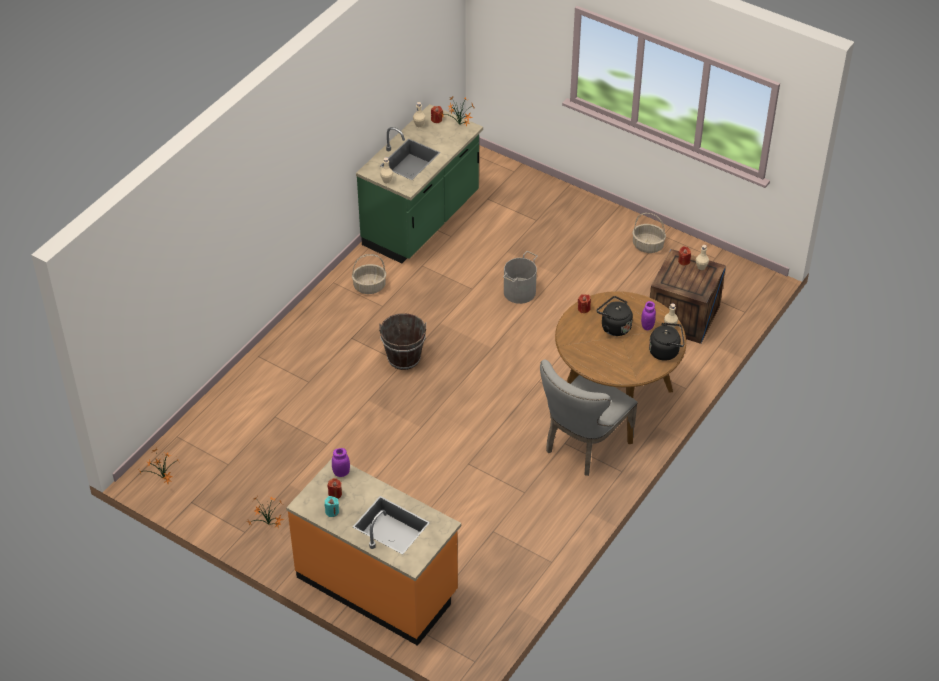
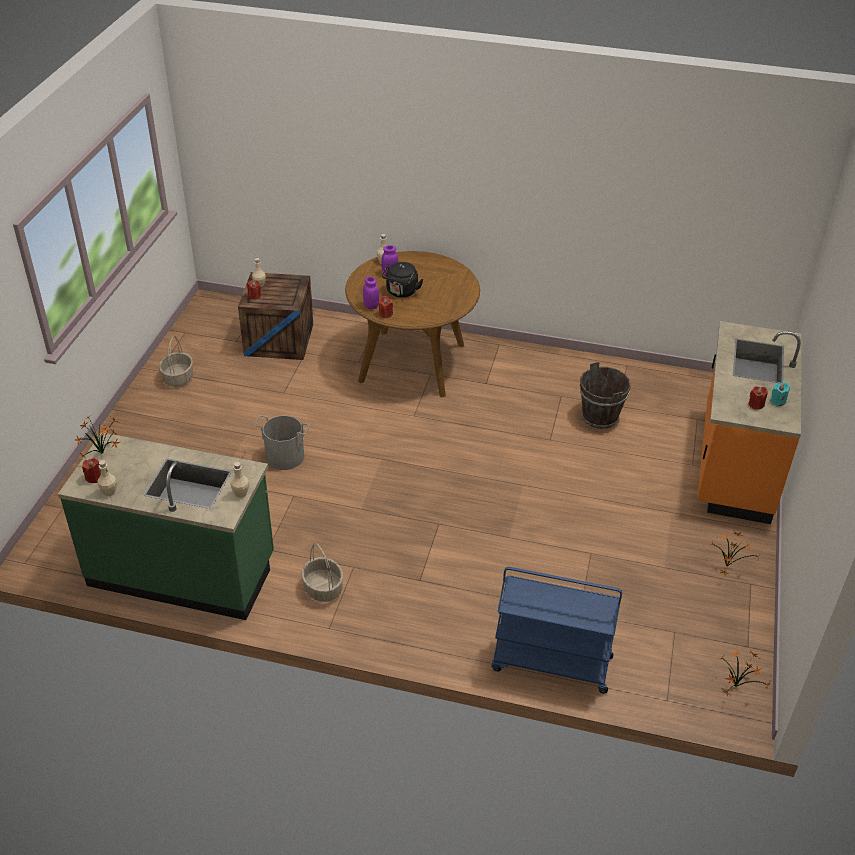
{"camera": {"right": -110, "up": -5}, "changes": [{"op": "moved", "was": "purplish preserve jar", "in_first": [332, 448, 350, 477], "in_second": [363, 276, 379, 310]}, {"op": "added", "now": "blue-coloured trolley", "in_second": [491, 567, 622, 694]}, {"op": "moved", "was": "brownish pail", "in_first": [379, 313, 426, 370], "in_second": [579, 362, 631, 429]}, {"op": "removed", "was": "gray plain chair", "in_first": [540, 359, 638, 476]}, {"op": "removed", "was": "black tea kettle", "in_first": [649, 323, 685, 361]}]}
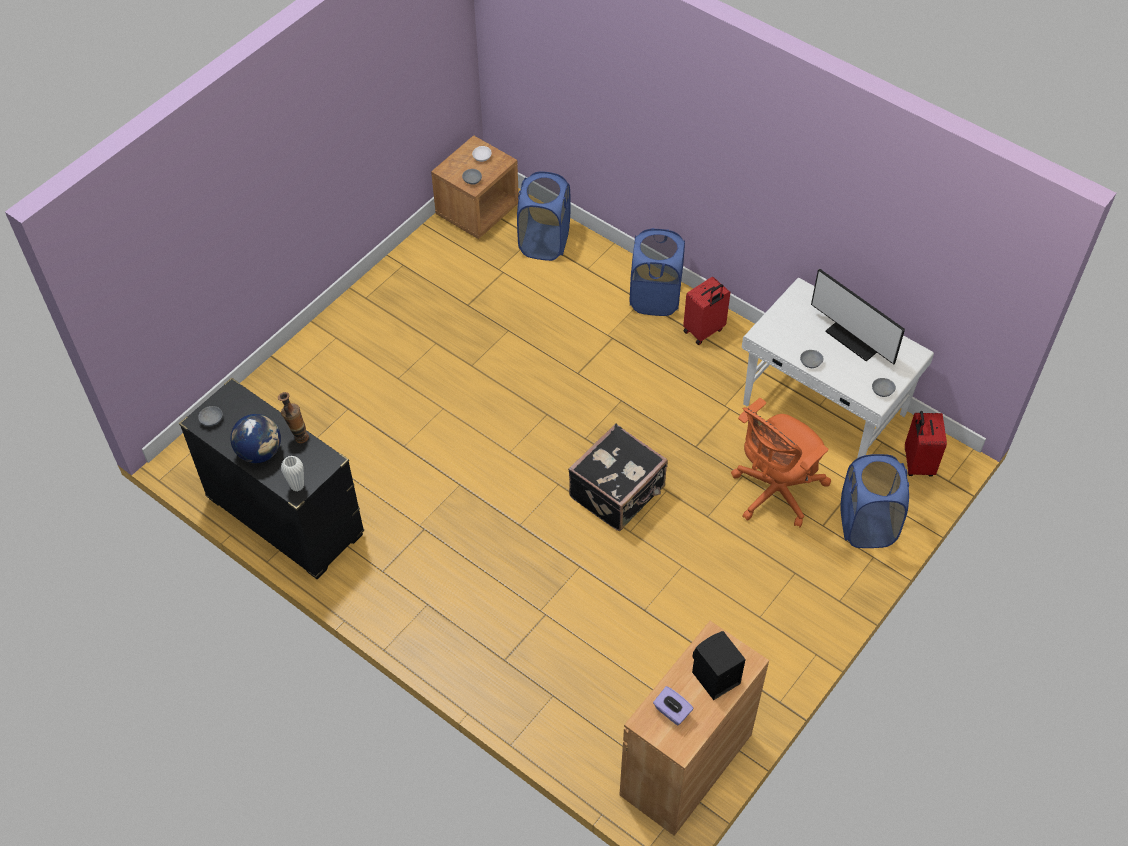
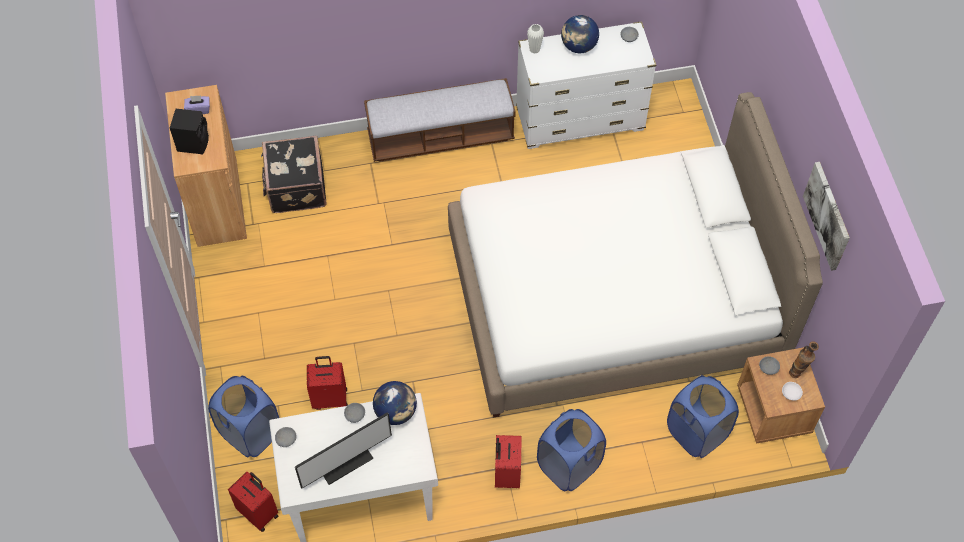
{"camera": {"right": 130, "up": 5}, "changes": [{"op": "moved", "was": "black suitcase", "in_first": [568, 423, 668, 531], "in_second": [261, 135, 326, 213]}, {"op": "turned", "was": "computer screen", "in_first": [811, 268, 905, 365], "in_second": [295, 412, 392, 488], "clockwise": 150}, {"op": "replaced", "was": "orange desk chair", "now": "reddish suitcase", "in_first": [731, 398, 831, 527], "in_second": [307, 356, 348, 410]}, {"op": "added", "now": "long seat", "in_second": [364, 78, 516, 162]}, {"op": "added", "now": "world globe", "in_second": [373, 381, 417, 425]}, {"op": "added", "now": "white-coloured bedroom bed", "in_second": [448, 92, 823, 418]}, {"op": "recoloured", "was": "black drawer chest", "now": "white-coloured drawer chest", "in_first": [179, 378, 364, 580], "in_second": [516, 21, 656, 149]}, {"op": "moved", "was": "flower vase", "in_first": [278, 392, 309, 443], "in_second": [789, 342, 819, 378]}, {"op": "added", "now": "wall picture", "in_second": [803, 162, 850, 271]}]}
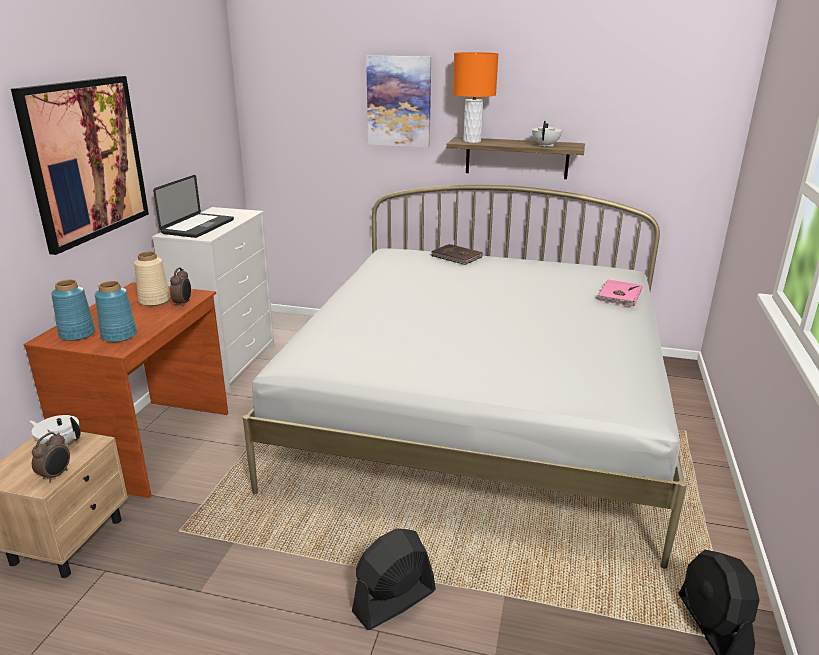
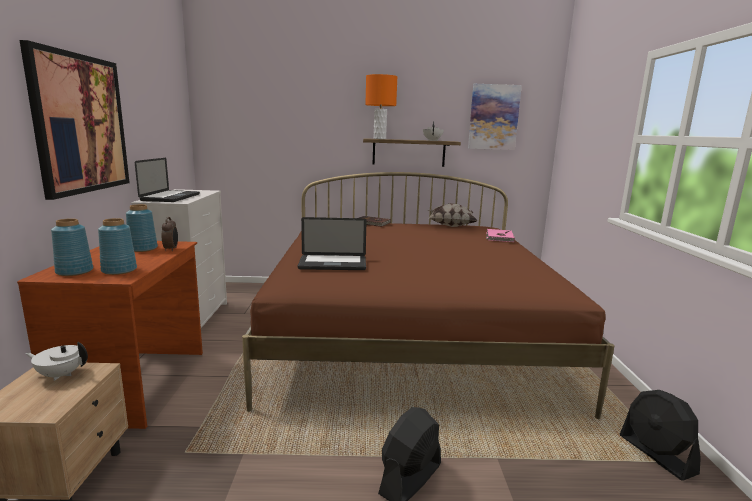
{"camera": {"right": -15, "up": -10}, "changes": [{"op": "recoloured", "was": "beige flower vase", "now": "blue-coloured flower vase", "in_first": [134, 251, 170, 306], "in_second": [126, 204, 158, 252]}, {"op": "recoloured", "was": "white-coloured bedroom bed", "now": "brownish bedroom bed", "in_first": [243, 185, 687, 569], "in_second": [242, 172, 615, 419]}, {"op": "added", "now": "laptop", "in_second": [298, 217, 367, 270]}, {"op": "added", "now": "cushion", "in_second": [427, 203, 478, 227]}, {"op": "moved", "was": "wall picture", "in_first": [366, 55, 431, 148], "in_second": [468, 84, 522, 150]}, {"op": "removed", "was": "table clock", "in_first": [32, 432, 70, 483]}]}
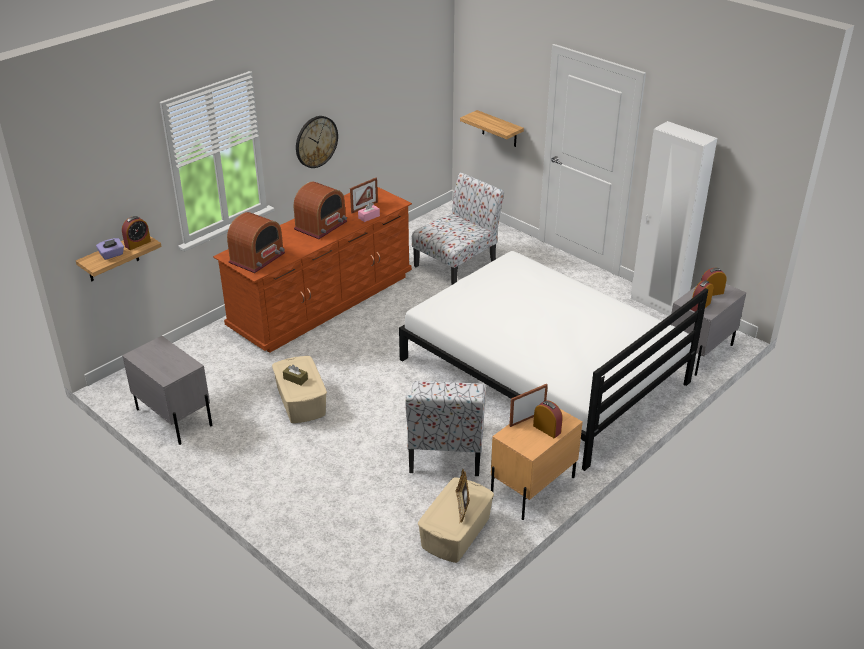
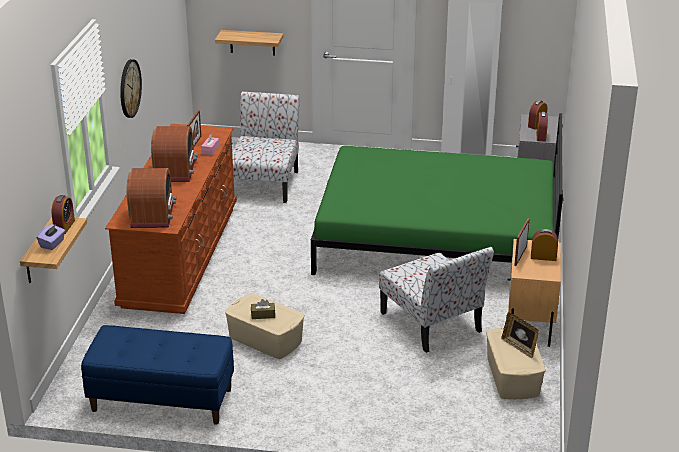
{"camera": {"right": -35, "up": -5}, "changes": [{"op": "replaced", "was": "gray night table", "now": "blue-coloured long seat", "in_first": [122, 336, 213, 445], "in_second": [81, 325, 234, 425]}, {"op": "recoloured", "was": "white-coloured bedroom bed", "now": "greenish bedroom bed", "in_first": [399, 251, 708, 471], "in_second": [311, 113, 564, 275]}]}
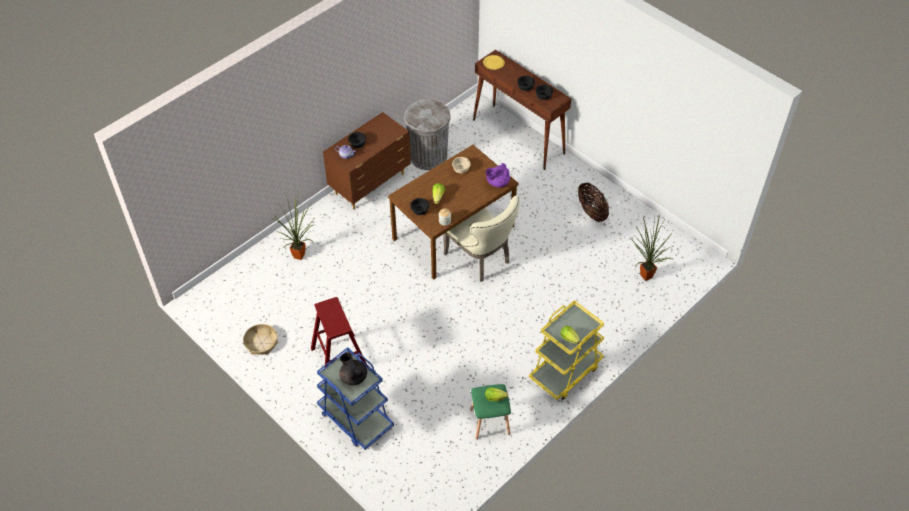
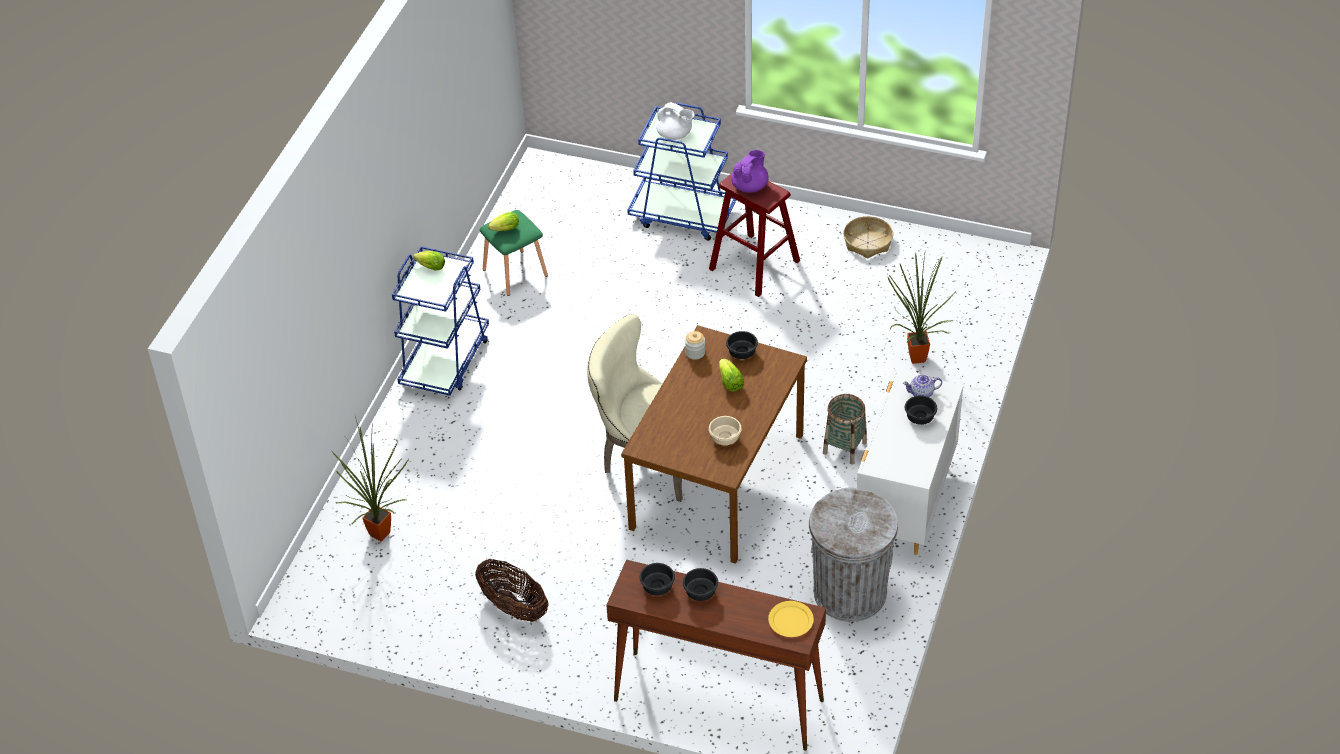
{"camera": {"right": 155, "up": -5}, "changes": [{"op": "recoloured", "was": "yellow trolley", "now": "blue-coloured trolley", "in_first": [529, 300, 604, 400], "in_second": [392, 246, 489, 396]}, {"op": "recoloured", "was": "black pot for tea", "now": "white-coloured pot for tea", "in_first": [339, 352, 367, 386], "in_second": [656, 102, 694, 140]}, {"op": "moved", "was": "purplish pot for tea", "in_first": [486, 163, 510, 187], "in_second": [731, 150, 769, 193]}, {"op": "added", "now": "household basket", "in_second": [823, 394, 867, 465]}, {"op": "recoloured", "was": "brownish drawer chest", "now": "white-coloured drawer chest", "in_first": [323, 112, 411, 209], "in_second": [857, 370, 963, 555]}]}
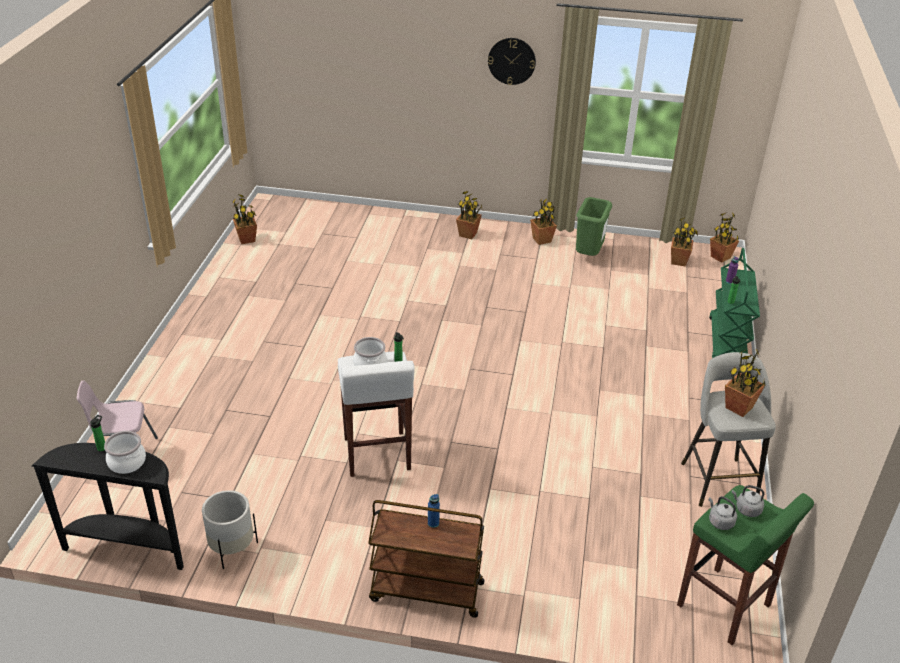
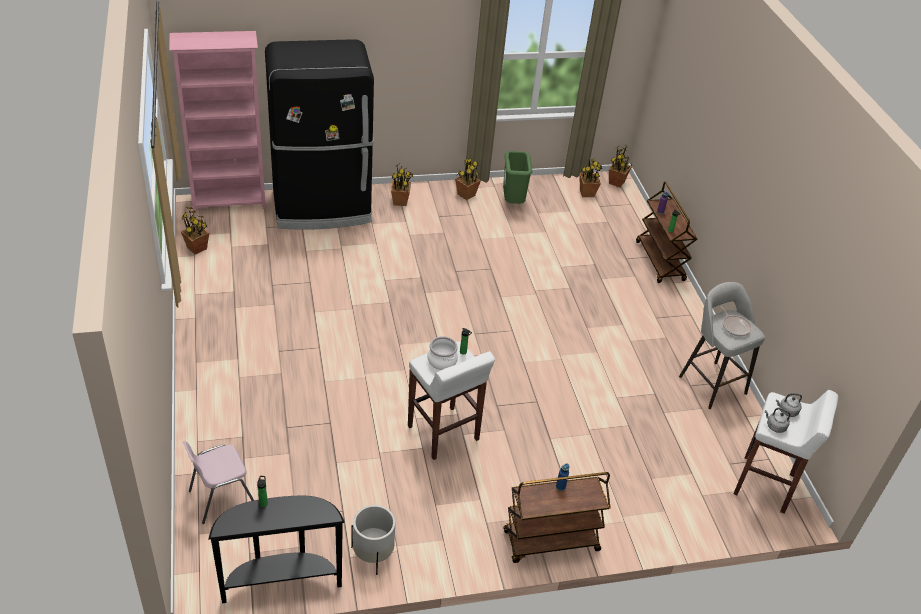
{"camera": {"right": -25, "up": 5}, "changes": [{"op": "added", "now": "pinkish bookshelf", "in_second": [169, 31, 266, 213]}, {"op": "added", "now": "black refrigerator", "in_second": [265, 39, 374, 229]}, {"op": "recoloured", "was": "greenish trolley", "now": "brownish trolley", "in_first": [709, 248, 760, 358], "in_second": [636, 182, 698, 283]}, {"op": "replaced", "was": "potted plant", "now": "pan", "in_first": [725, 350, 765, 417], "in_second": [720, 306, 752, 336]}, {"op": "recoloured", "was": "greenish stool", "now": "white-coloured stool", "in_first": [677, 485, 814, 645], "in_second": [734, 390, 838, 514]}, {"op": "removed", "was": "cooking pot", "in_first": [104, 431, 146, 474]}, {"op": "removed", "was": "hanging clock", "in_first": [488, 38, 536, 85]}]}
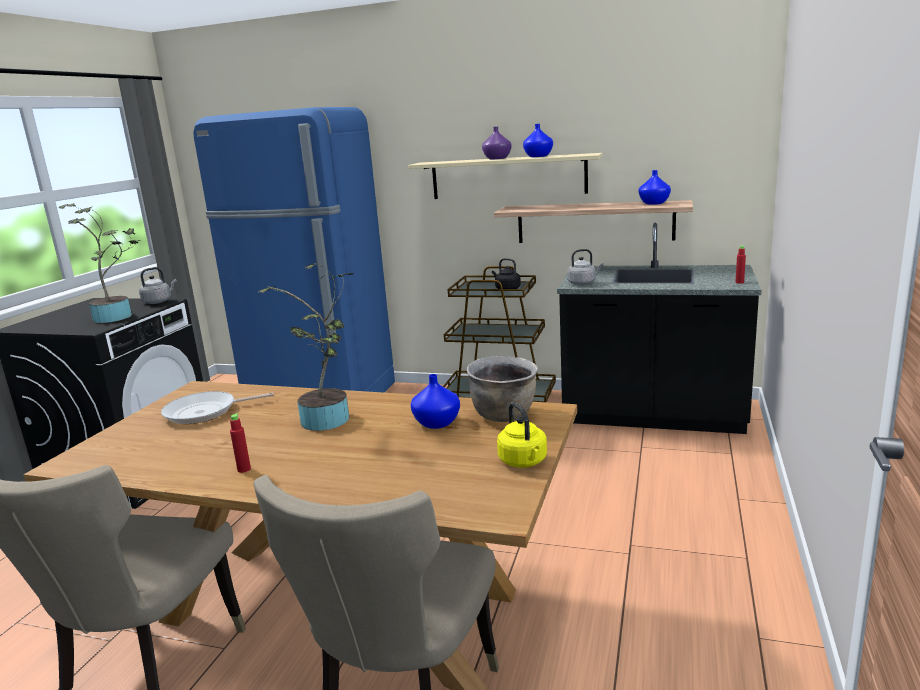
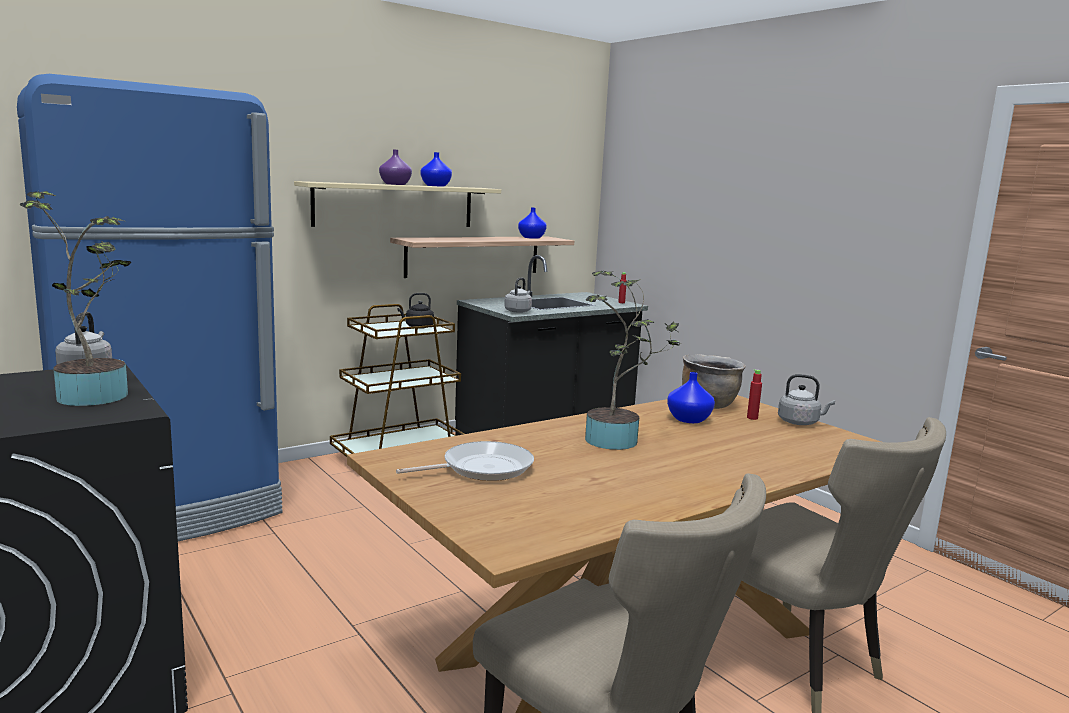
{"camera": {"right": -55, "up": -5}, "changes": [{"op": "turned", "was": "pan", "in_first": [161, 391, 274, 424], "in_second": [396, 441, 534, 481], "clockwise": -135}, {"op": "moved", "was": "reddish drink bottle", "in_first": [230, 413, 251, 473], "in_second": [747, 369, 762, 420]}, {"op": "recoloured", "was": "yellow tea kettle", "now": "gray tea kettle", "in_first": [497, 402, 547, 468], "in_second": [778, 374, 835, 425]}]}
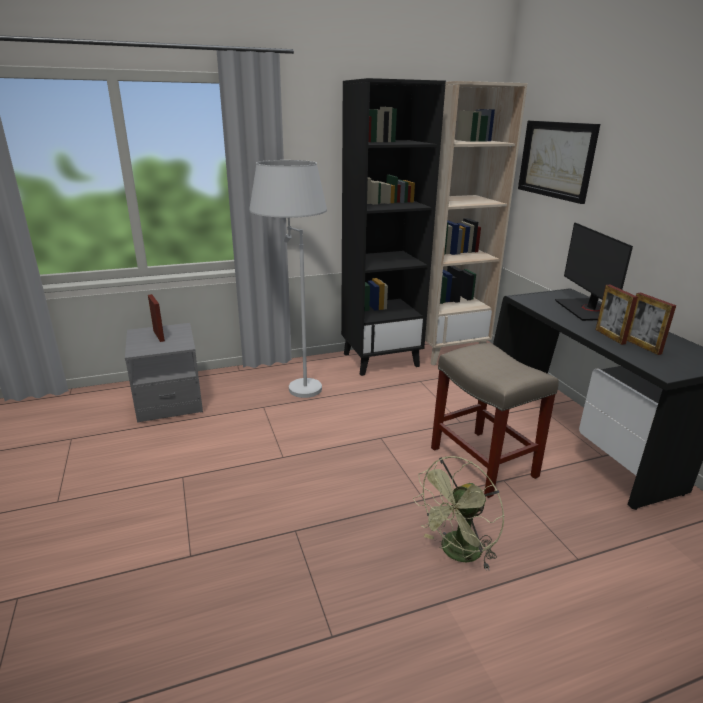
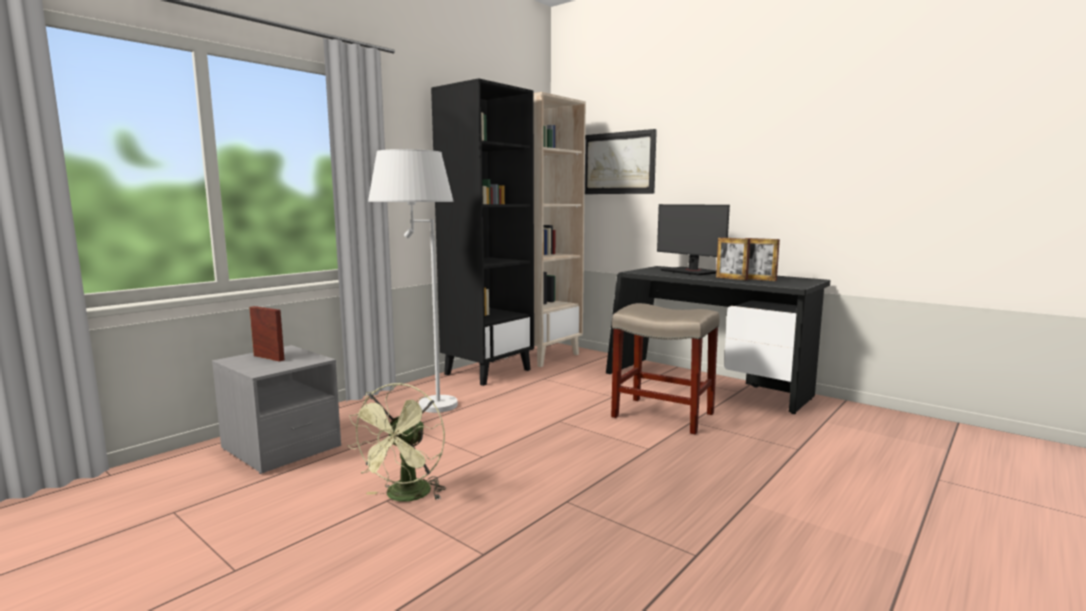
{"camera": {"right": -30, "up": -15}, "changes": [{"op": "moved", "was": "greenish fan", "in_first": [413, 456, 504, 570], "in_second": [347, 383, 446, 502]}]}
